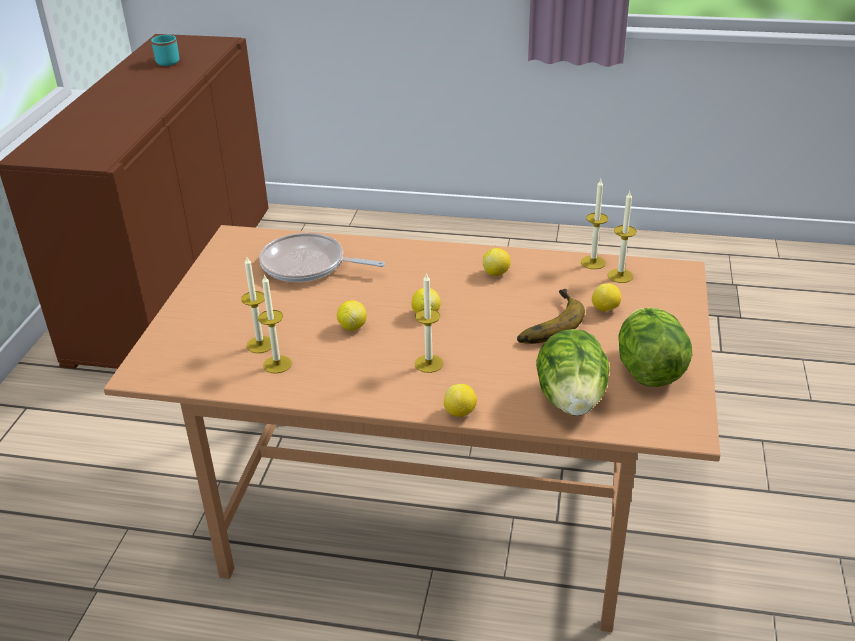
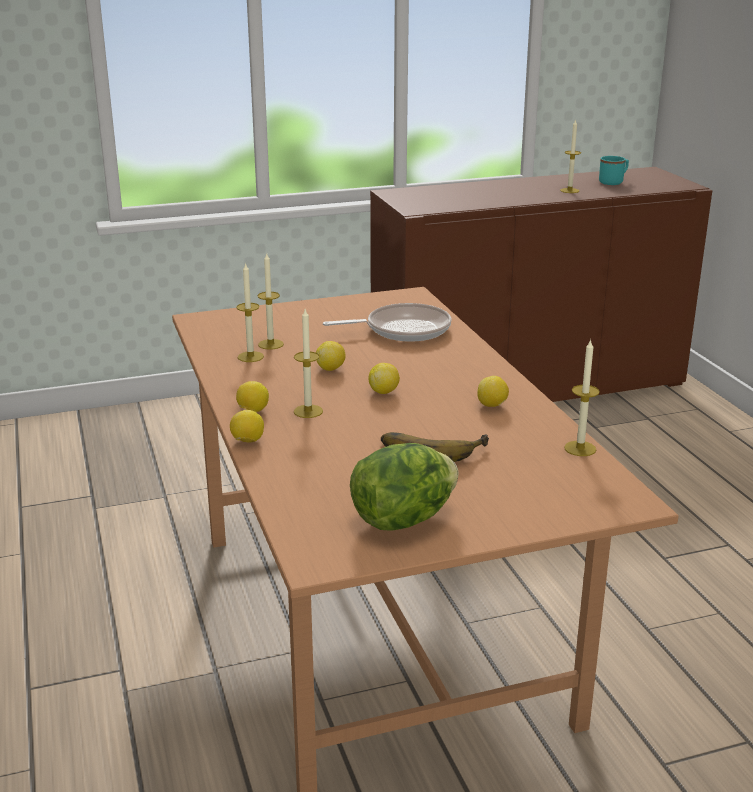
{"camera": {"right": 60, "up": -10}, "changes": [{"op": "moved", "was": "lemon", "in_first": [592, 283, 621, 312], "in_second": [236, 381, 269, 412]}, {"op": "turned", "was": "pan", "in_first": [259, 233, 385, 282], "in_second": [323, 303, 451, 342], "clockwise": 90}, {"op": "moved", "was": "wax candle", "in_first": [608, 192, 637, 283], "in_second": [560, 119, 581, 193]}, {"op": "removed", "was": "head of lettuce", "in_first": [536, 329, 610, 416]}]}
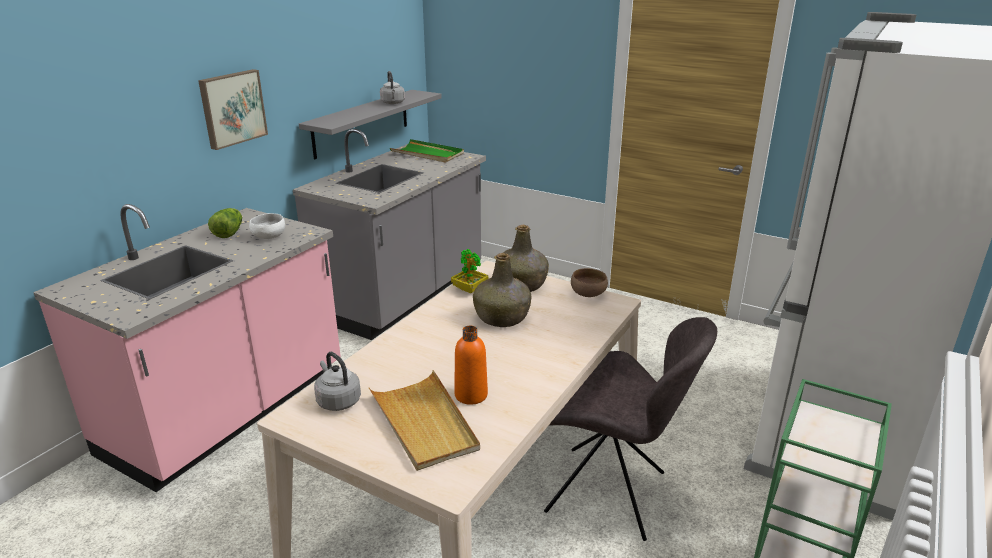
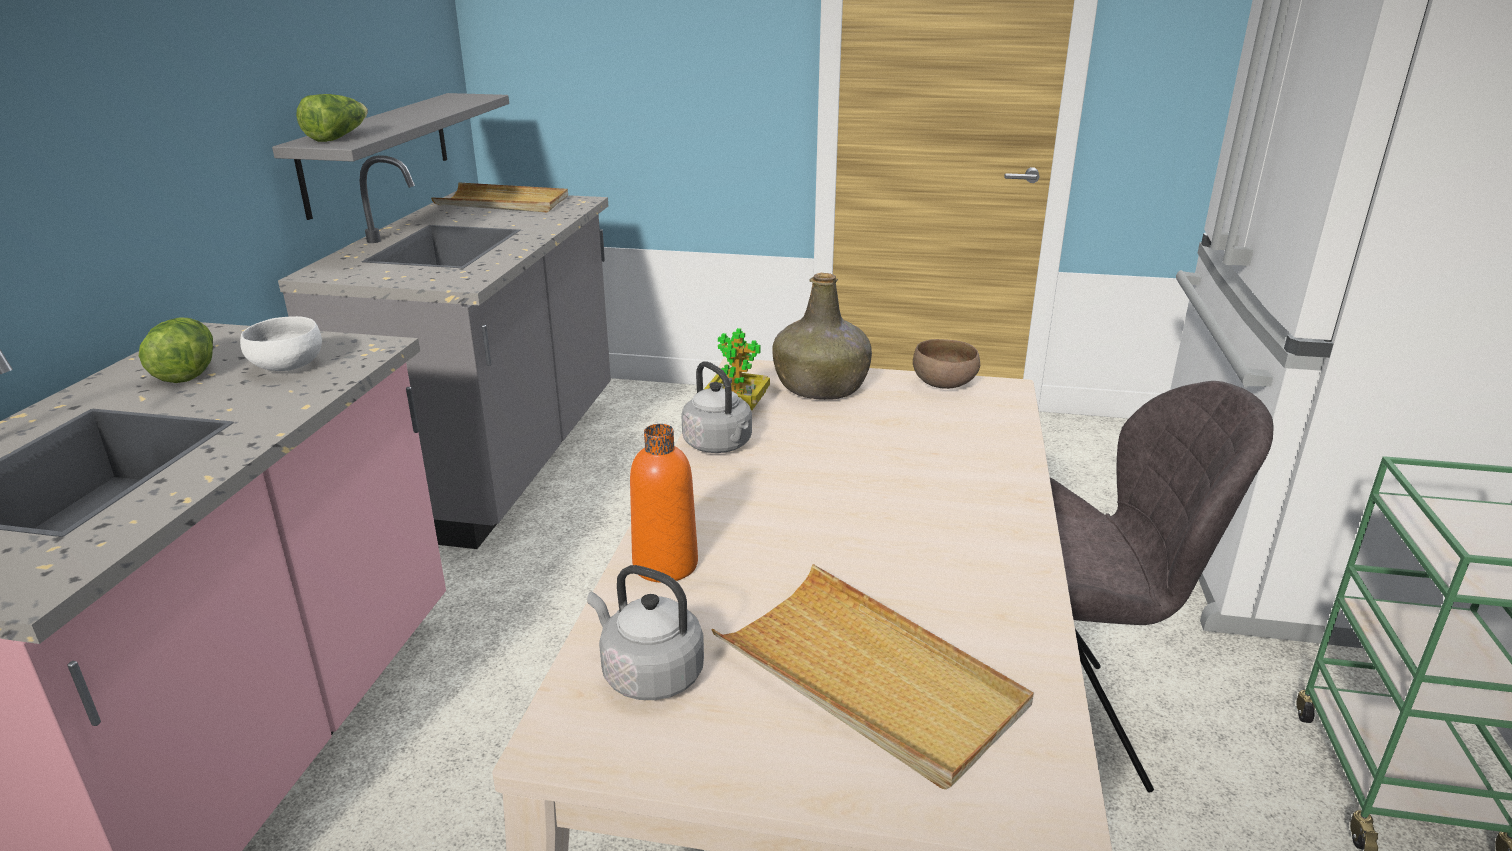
{"camera": {"right": -20, "up": 0}, "changes": [{"op": "added", "now": "head of lettuce", "in_second": [296, 94, 368, 142]}, {"op": "recoloured", "was": "greenish tray", "now": "beige tray", "in_first": [390, 139, 464, 163], "in_second": [431, 182, 568, 212]}, {"op": "moved", "was": "orange drink bottle", "in_first": [454, 325, 488, 405], "in_second": [630, 424, 698, 583]}, {"op": "moved", "was": "gray tea kettle", "in_first": [380, 71, 405, 104], "in_second": [681, 361, 752, 453]}, {"op": "removed", "was": "wall picture", "in_first": [198, 69, 268, 150]}, {"op": "removed", "was": "greenish drink bottle", "in_first": [473, 253, 531, 327]}]}
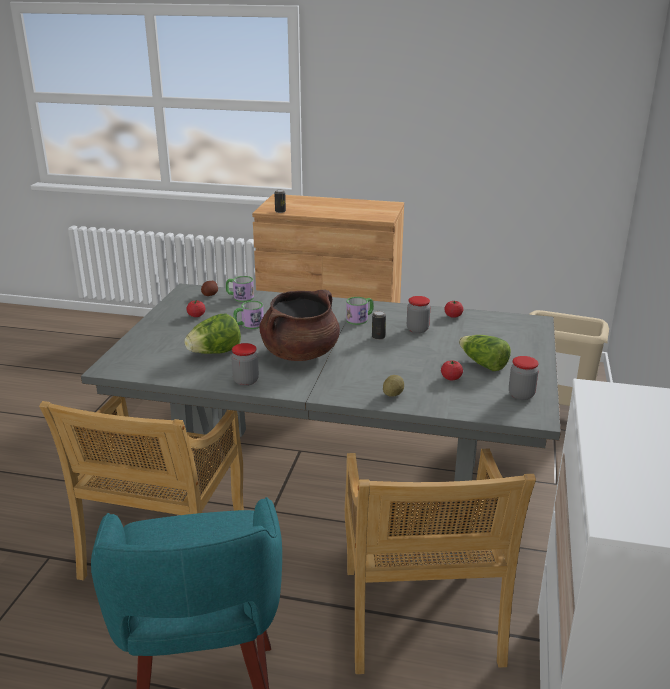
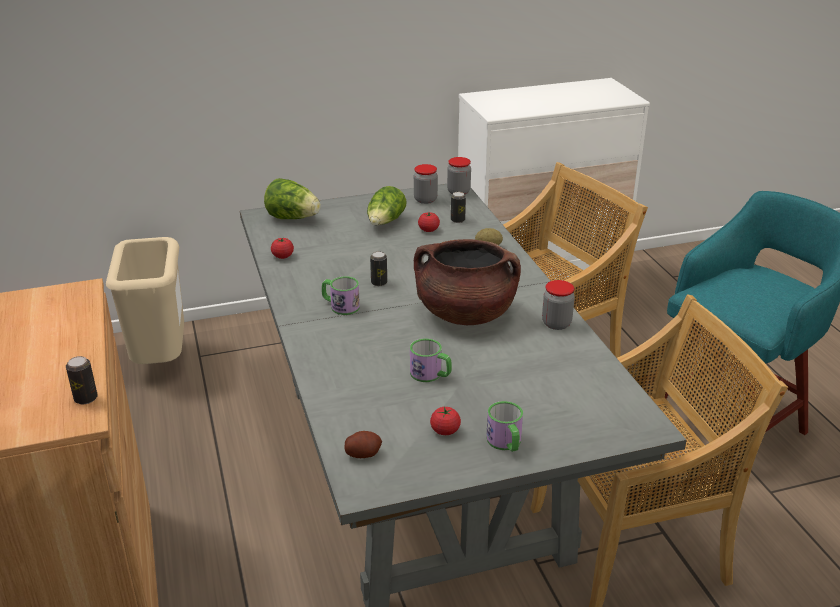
{"camera": {"right": -120, "up": 5}, "changes": [{"op": "moved", "was": "head of lettuce", "in_first": [184, 314, 241, 354], "in_second": [264, 178, 321, 219]}, {"op": "moved", "was": "preserve jar", "in_first": [407, 296, 430, 333], "in_second": [447, 157, 471, 195]}, {"op": "added", "now": "can", "in_second": [451, 192, 466, 223]}, {"op": "moved", "was": "tea mug", "in_first": [226, 276, 254, 302], "in_second": [486, 401, 523, 452]}]}
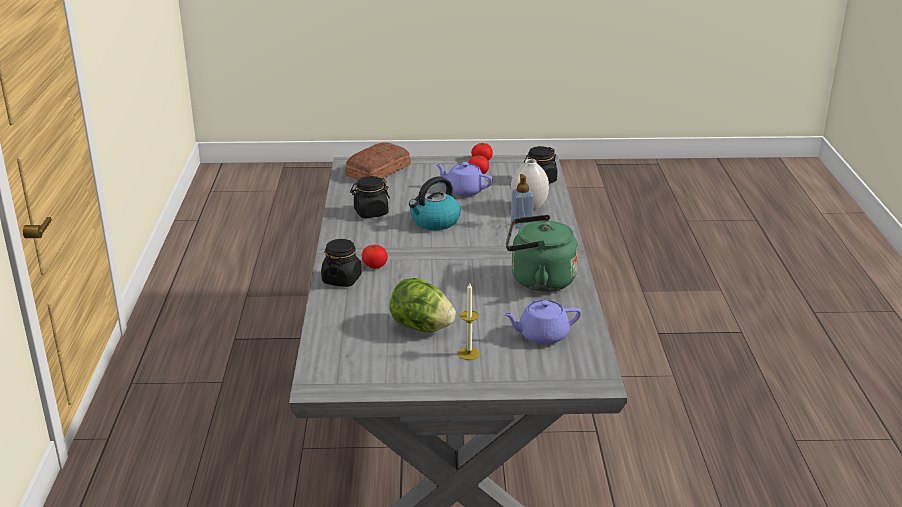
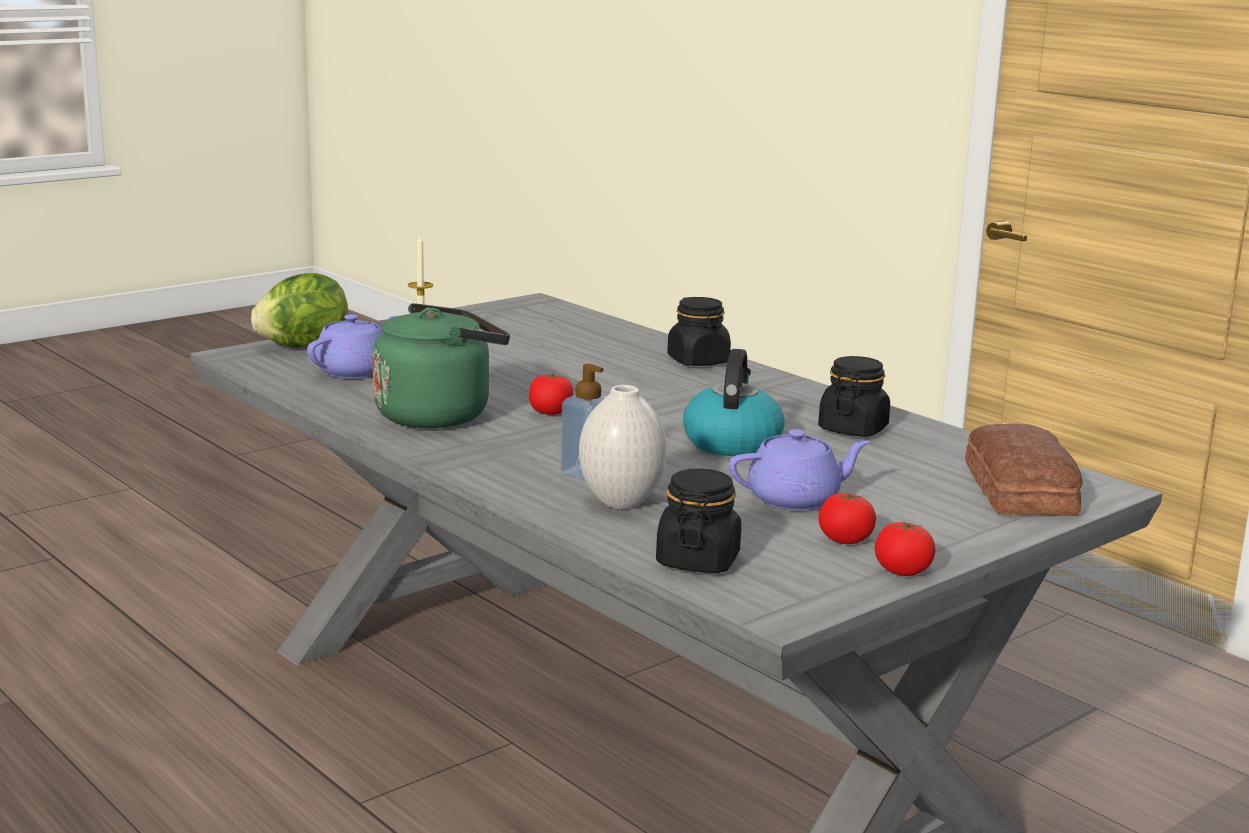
{"camera": {"right": 140, "up": -10}, "changes": [{"op": "moved", "was": "head of lettuce", "in_first": [389, 278, 456, 332], "in_second": [251, 273, 349, 347]}, {"op": "moved", "was": "fresh tomato", "in_first": [362, 245, 388, 269], "in_second": [529, 374, 574, 415]}]}
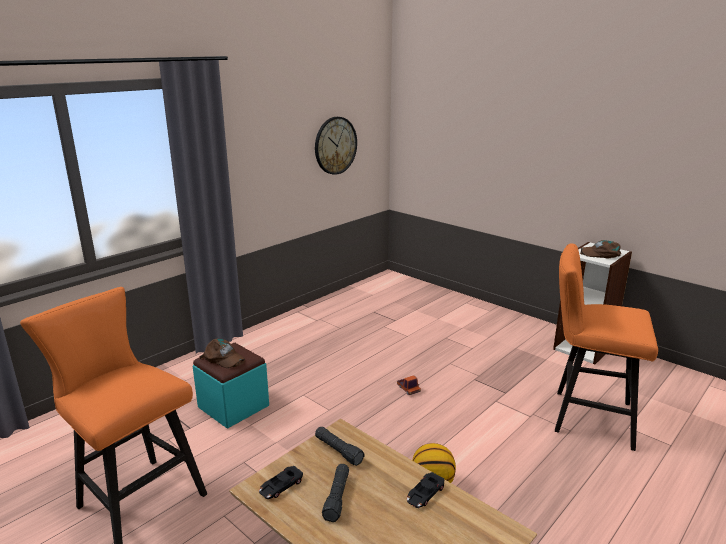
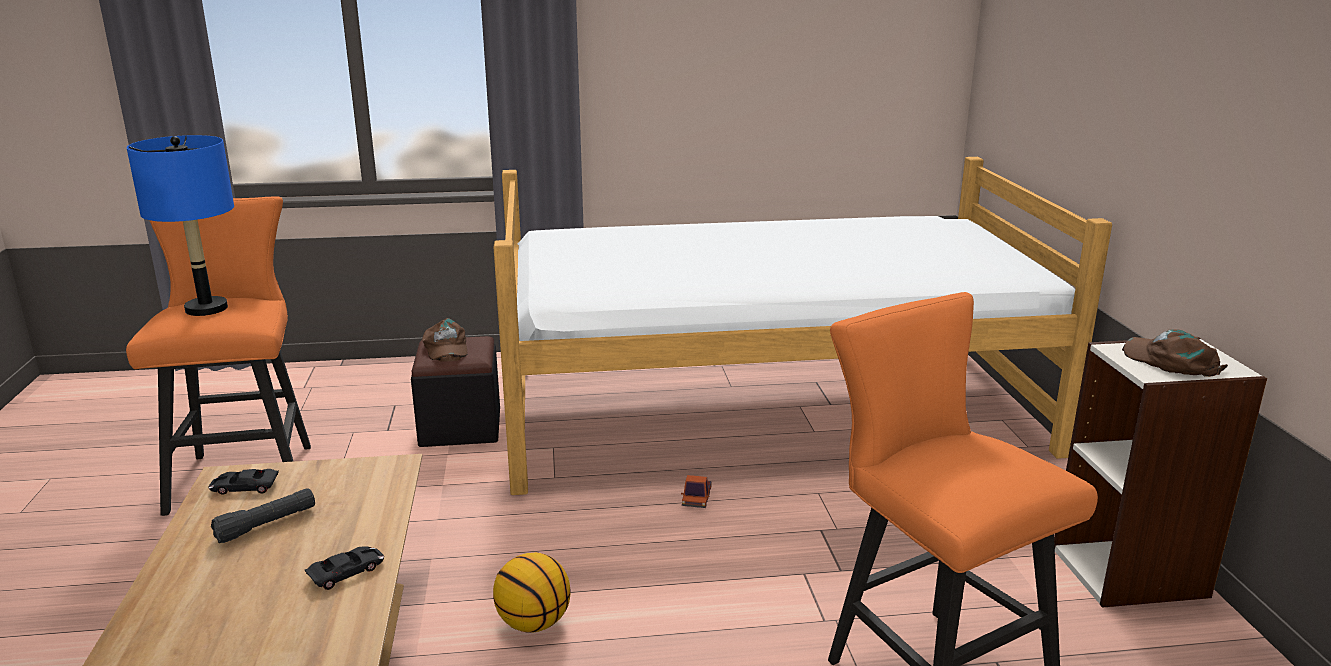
{"camera": {"right": 40, "up": 0}, "changes": [{"op": "added", "now": "blue-coloured tabletop lamp", "in_second": [126, 135, 234, 316]}, {"op": "turned", "was": "black toy car", "in_first": [407, 472, 444, 508], "in_second": [305, 546, 384, 590], "clockwise": 150}, {"op": "recoloured", "was": "blue-green footrest", "now": "black footrest", "in_first": [193, 343, 269, 429], "in_second": [411, 336, 500, 447]}, {"op": "added", "now": "bedroom bed", "in_second": [494, 157, 1112, 495]}, {"op": "removed", "was": "hanging clock", "in_first": [315, 117, 357, 175]}, {"op": "removed", "was": "black flashlight", "in_first": [315, 427, 365, 466]}]}
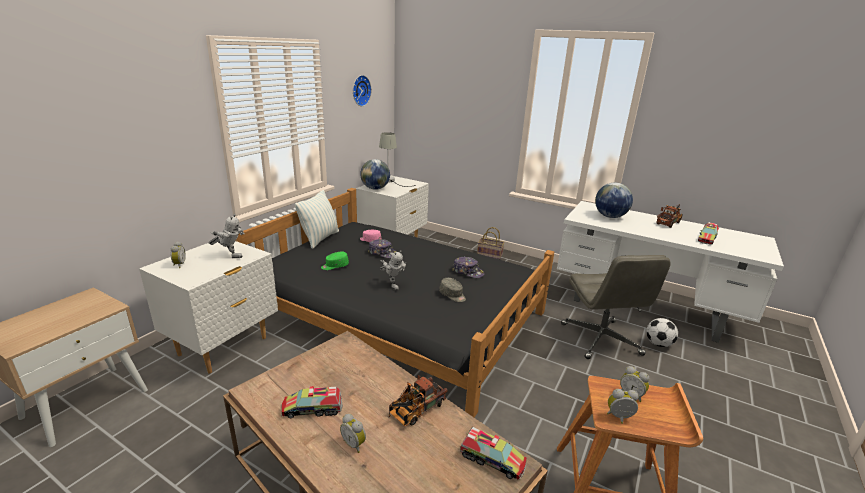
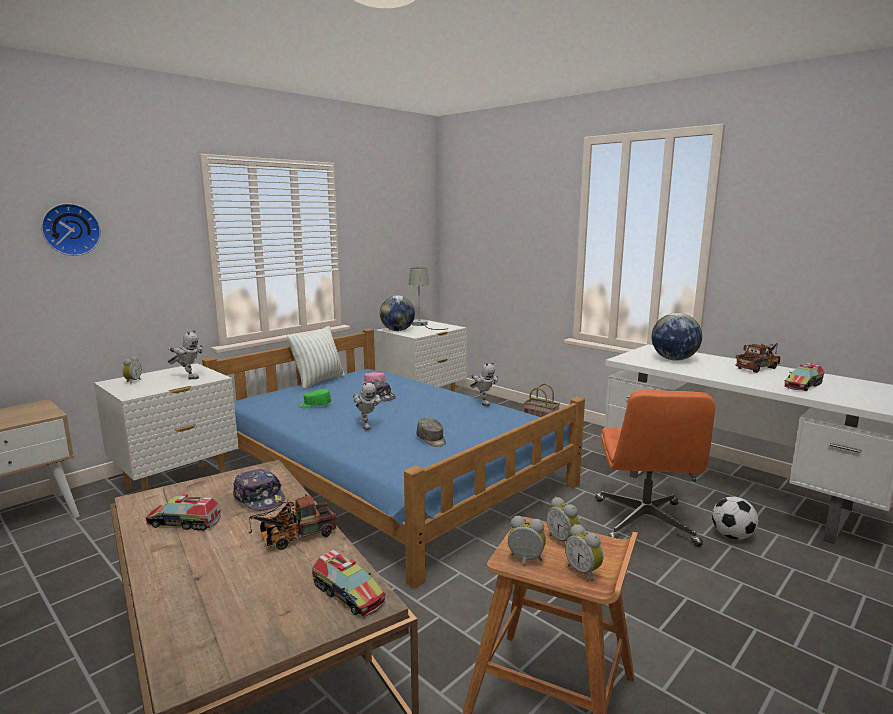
{"camera": {"right": 15, "up": -10}, "changes": [{"op": "moved", "was": "hanging clock", "in_first": [353, 75, 372, 106], "in_second": [41, 203, 101, 256]}, {"op": "recoloured", "was": "black bedroom bed", "now": "blue-coloured bedroom bed", "in_first": [235, 188, 554, 418], "in_second": [202, 328, 585, 588]}, {"op": "moved", "was": "cap", "in_first": [452, 256, 485, 278], "in_second": [233, 469, 285, 511]}, {"op": "added", "now": "model robot", "in_second": [470, 362, 499, 406]}, {"op": "moved", "was": "table clock", "in_first": [340, 414, 366, 453], "in_second": [565, 524, 603, 582]}, {"op": "recoloured", "was": "gray desk chair", "now": "orange desk chair", "in_first": [561, 255, 671, 359], "in_second": [595, 390, 715, 547]}]}
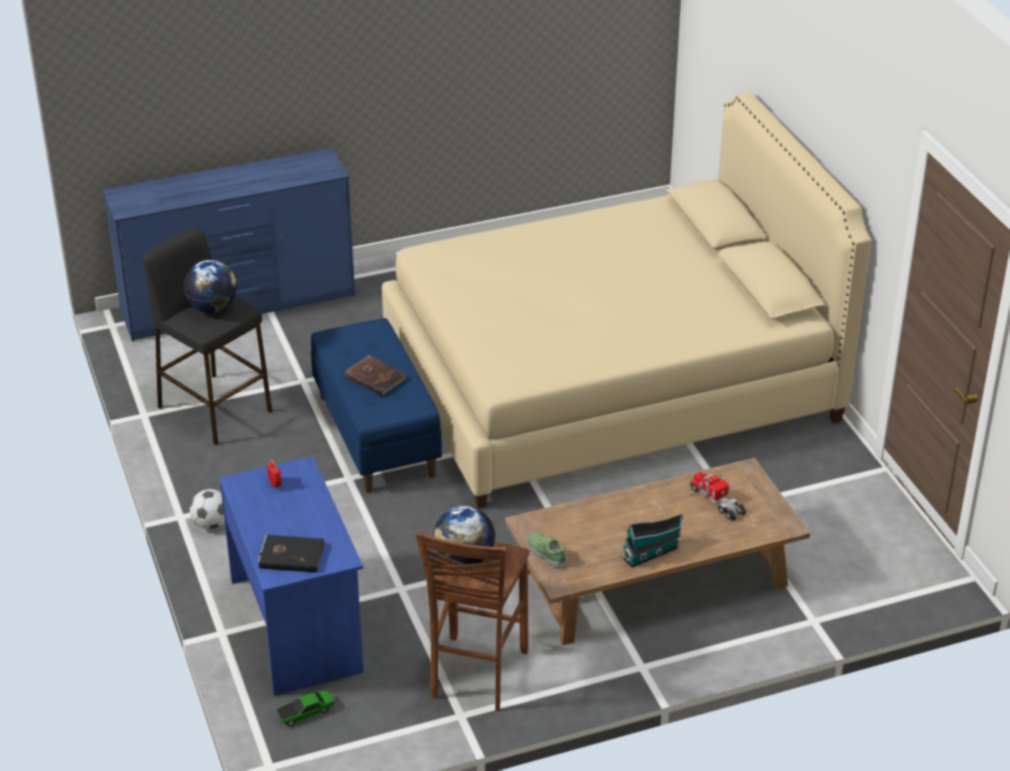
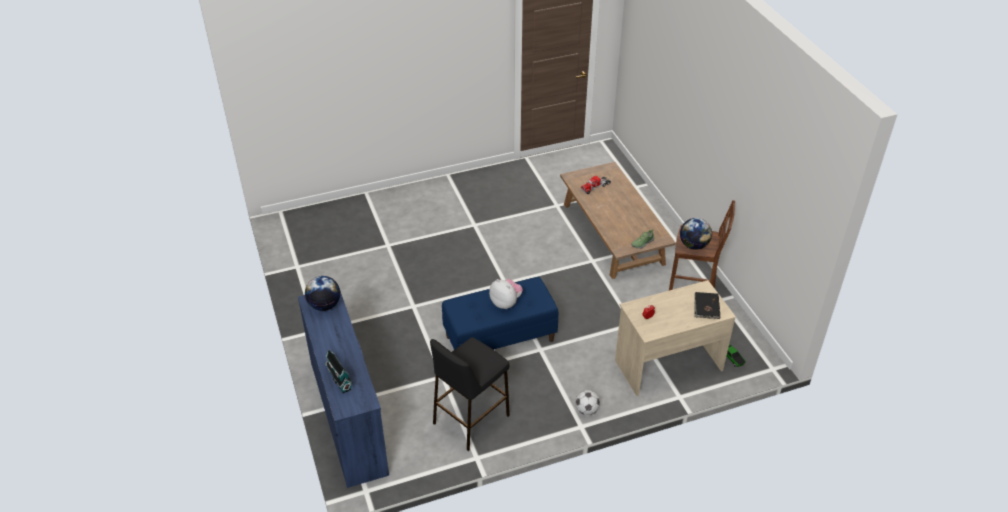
{"camera": {"right": -90, "up": 5}, "changes": [{"op": "moved", "was": "world globe", "in_first": [183, 260, 237, 313], "in_second": [305, 276, 340, 311]}, {"op": "moved", "was": "miniature house", "in_first": [621, 514, 683, 567], "in_second": [325, 349, 353, 393]}, {"op": "replaced", "was": "brownish book", "now": "plush toy", "in_first": [345, 355, 407, 396], "in_second": [489, 279, 523, 309]}, {"op": "recoloured", "was": "blue-coloured desk", "now": "beige desk", "in_first": [219, 456, 364, 696], "in_second": [615, 280, 736, 396]}, {"op": "removed", "was": "beige bedroom bed", "in_first": [382, 92, 871, 508]}]}
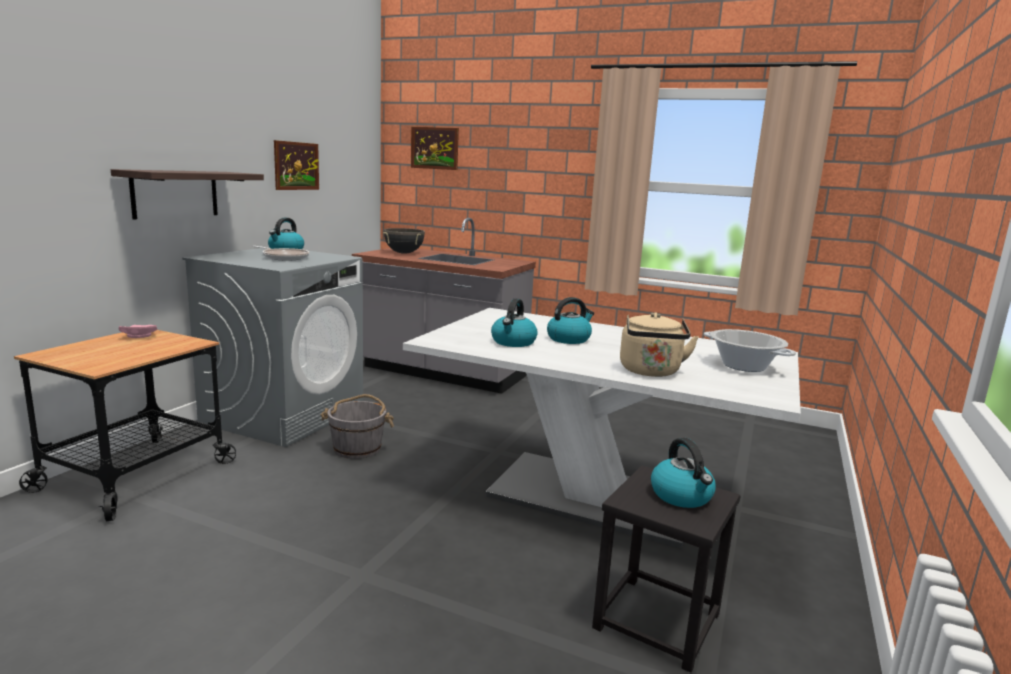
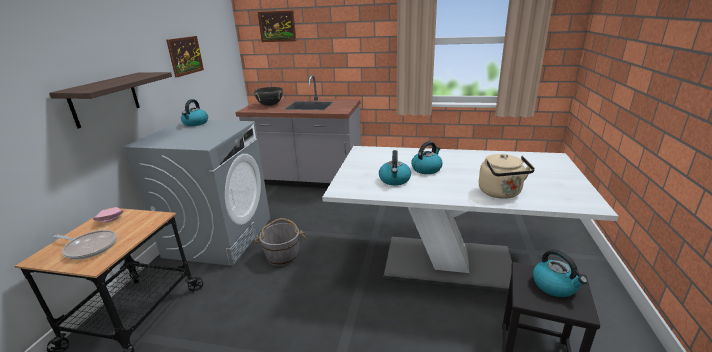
{"camera": {"right": -10, "up": 10}, "changes": [{"op": "moved", "was": "pan", "in_first": [252, 246, 310, 260], "in_second": [53, 230, 117, 259]}, {"op": "removed", "was": "cooking pot", "in_first": [704, 329, 796, 372]}]}
